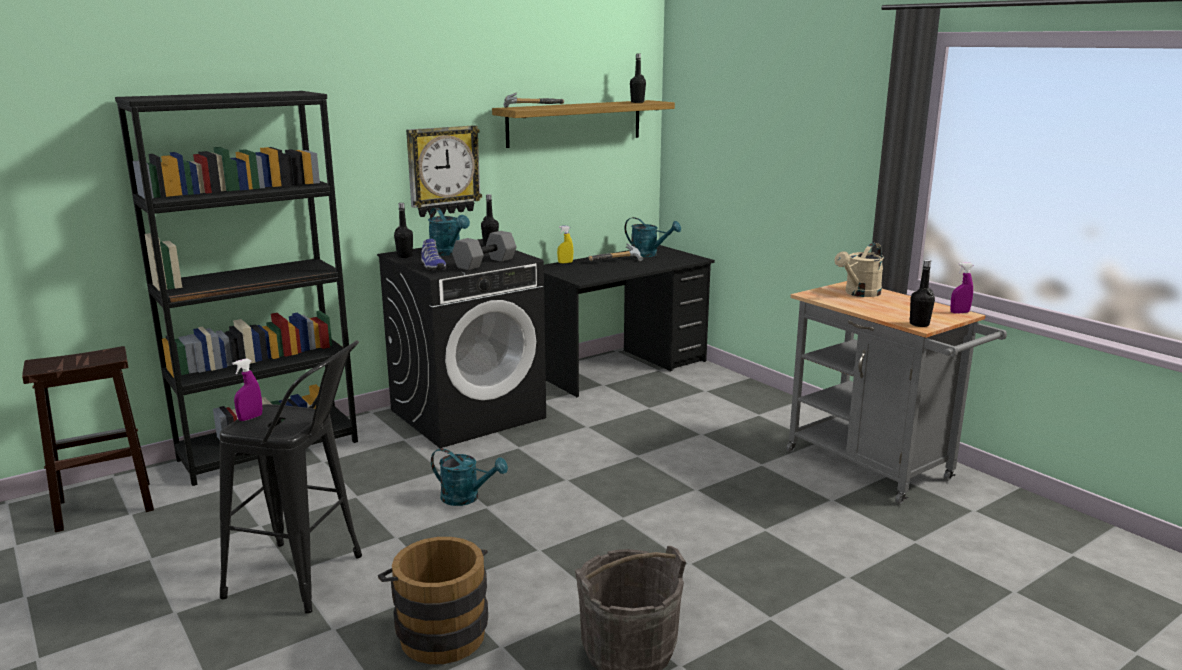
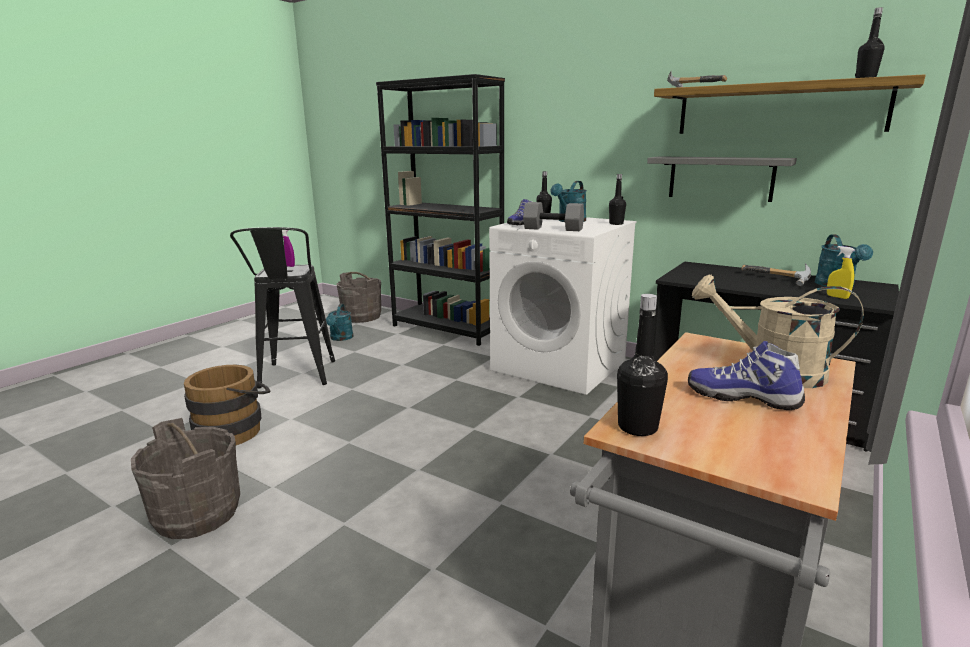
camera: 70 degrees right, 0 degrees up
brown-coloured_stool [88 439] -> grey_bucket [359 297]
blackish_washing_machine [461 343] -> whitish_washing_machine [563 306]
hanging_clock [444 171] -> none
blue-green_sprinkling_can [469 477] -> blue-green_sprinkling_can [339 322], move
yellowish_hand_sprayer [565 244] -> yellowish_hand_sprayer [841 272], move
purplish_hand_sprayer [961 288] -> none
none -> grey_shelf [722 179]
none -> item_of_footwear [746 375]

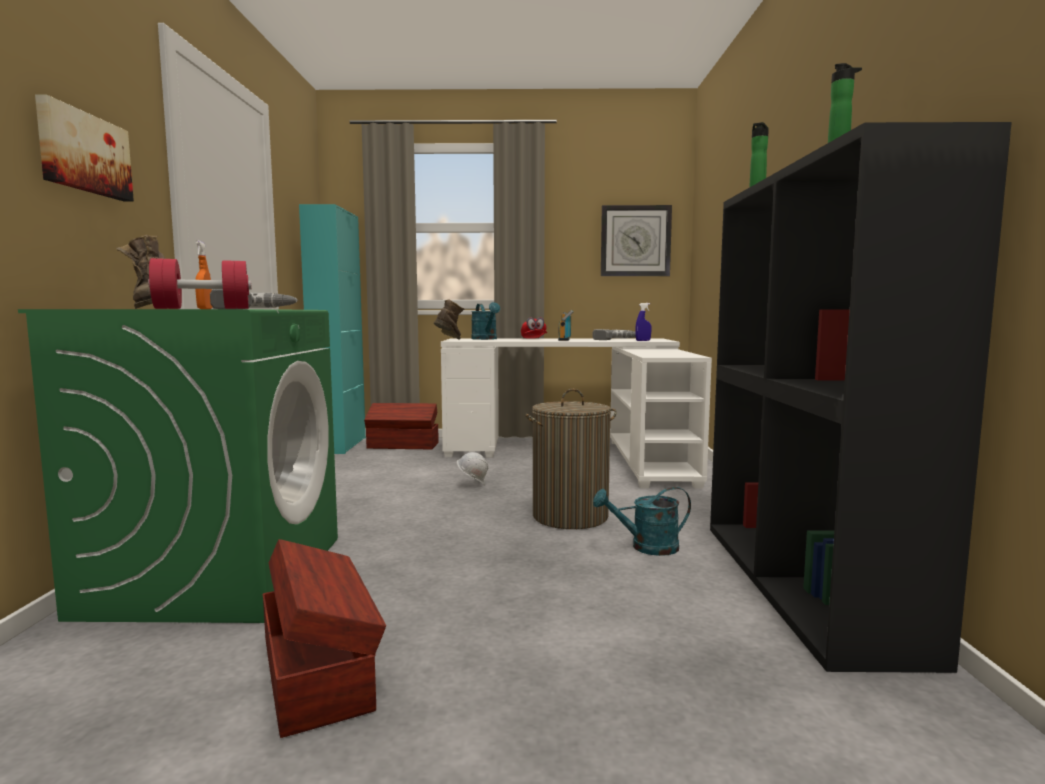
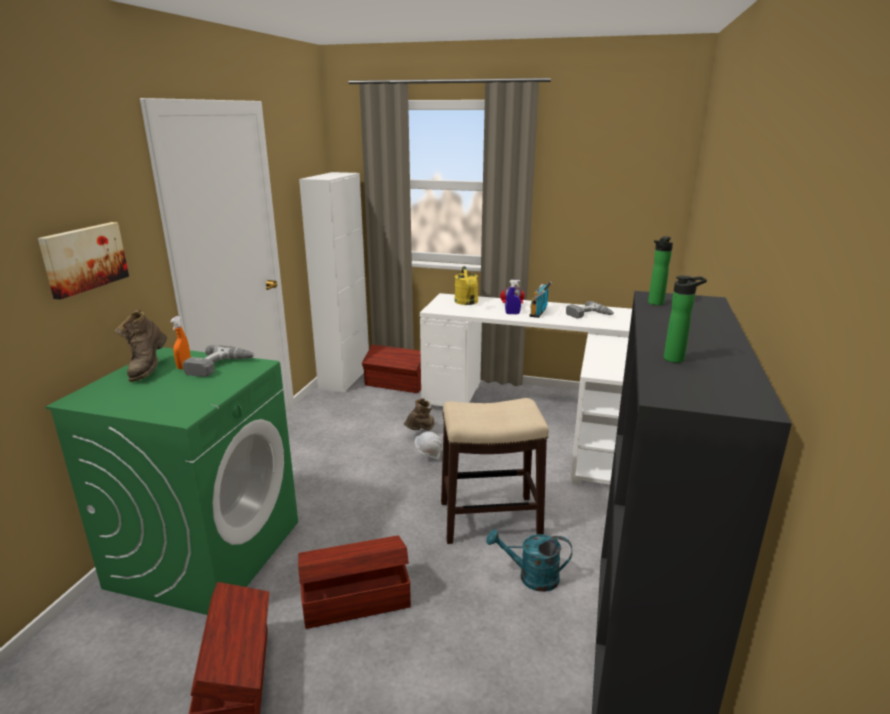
camera: 15 degrees right, 15 degrees up
red_free_weight [199 283] -> none
blue-green_cupboard [332 329] -> whitish_cupboard [334 282]
brown-coloured_tall_boot [449 319] -> brown-coloured_tall_boot [419 414], move
blue-green_sprinkling_can [485 321] -> yellowish_sprinkling_can [466 285]
hamper [570 458] -> stool [495 471]
hanging_clock [636 240] -> none
blue_hand_sprayer [643 322] -> blue_hand_sprayer [513 297], move
none -> brown-coloured_storage_bin [354 582]

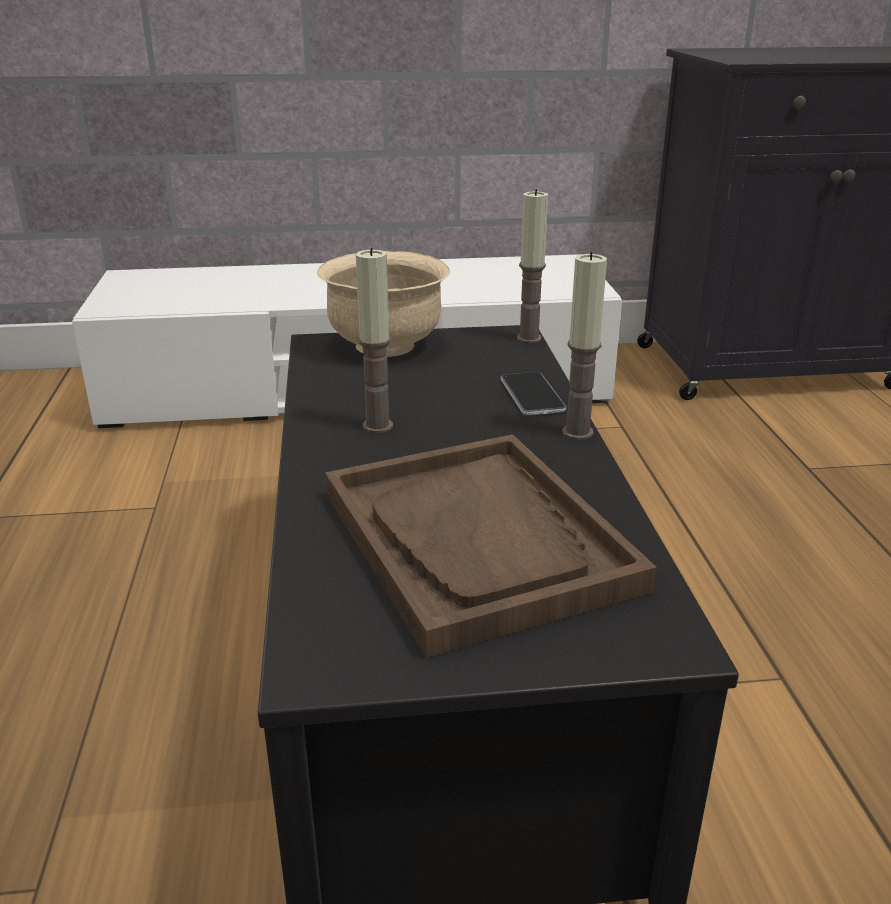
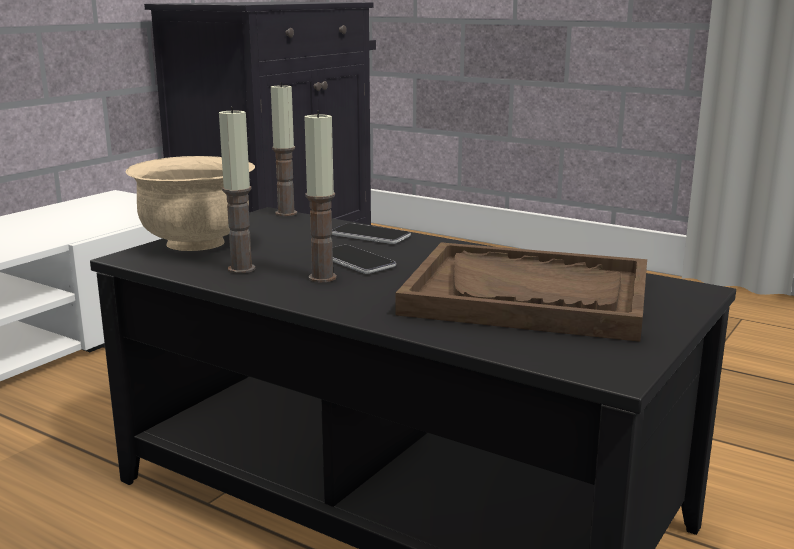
camera: 50 degrees left, 10 degrees down
wax_light [584 346] -> wax_light [237 190], move
none -> phone [364 259]

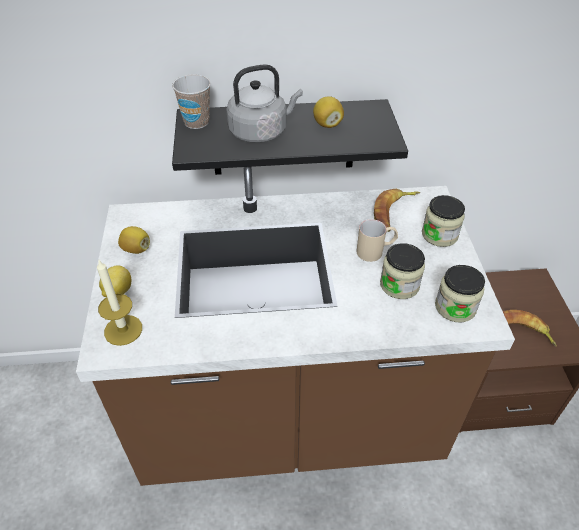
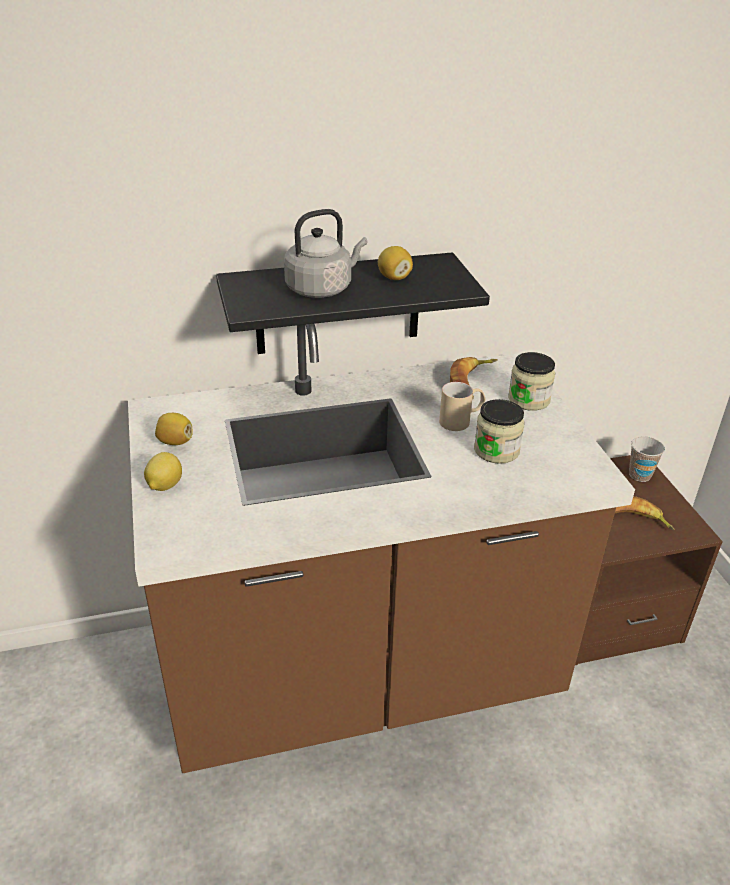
camera: 10 degrees left, 10 degrees down
wax_light [119 303] -> none
cup [191 101] -> cup [647 459], move
storage_jar [460 293] -> none

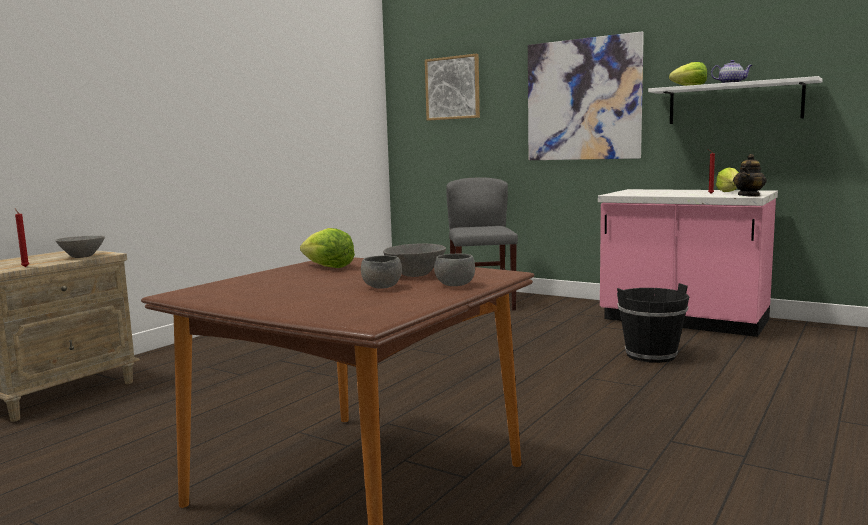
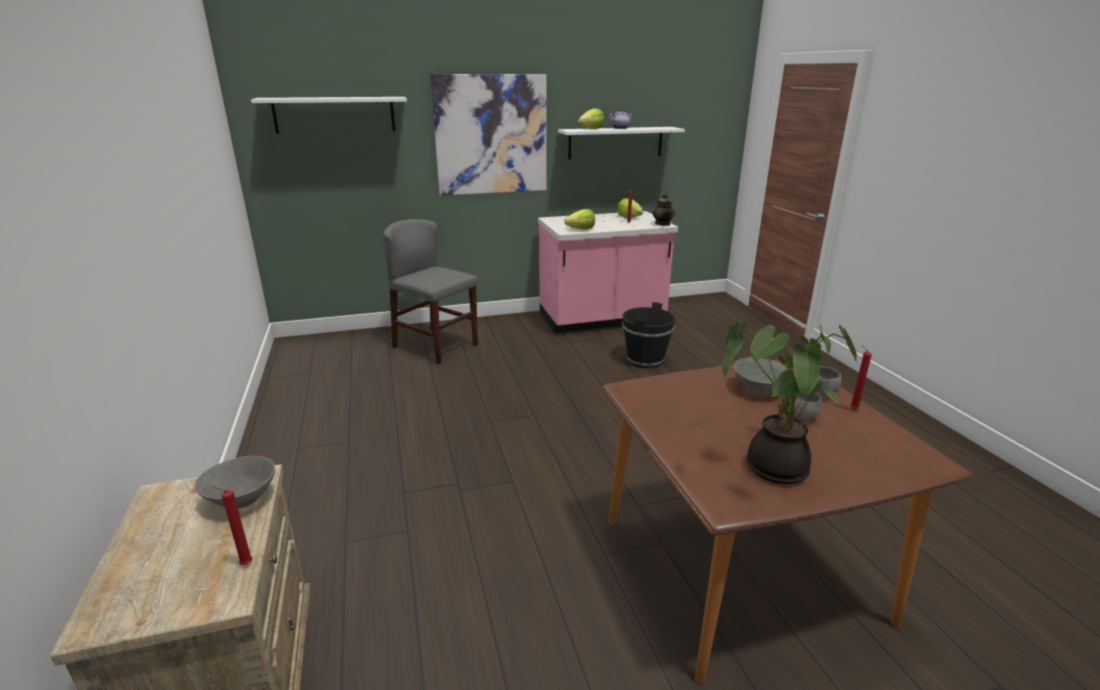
camera: 50 degrees left, 15 degrees up
head_of_lettuce [327 248] -> head_of_lettuce [579 219], move
picture [452 87] -> whitish_shelf [329 115]
none -> plant_in_a_pot [790 402]
none -> red_wax_light [861 377]

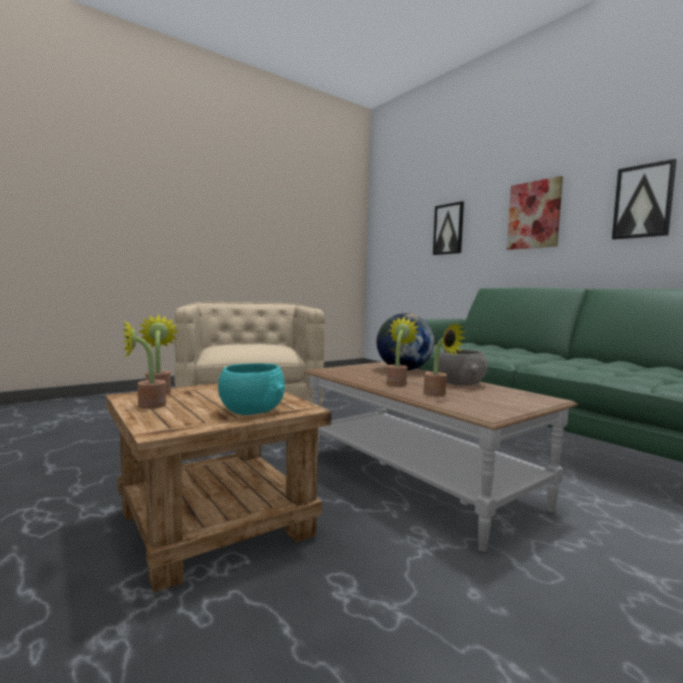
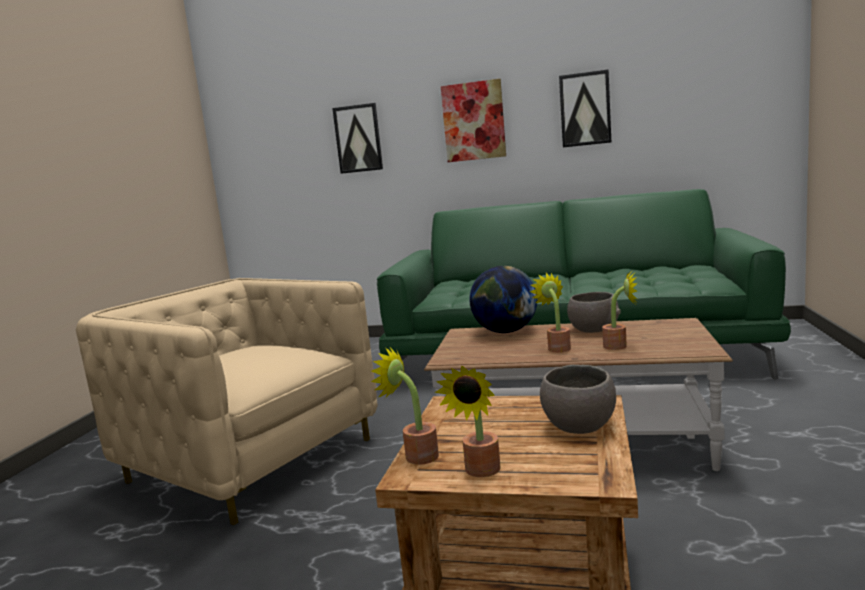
camera: 40 degrees left, 5 degrees up
blue-green_deep_dish [251 389] -> grey_deep_dish [578 399]

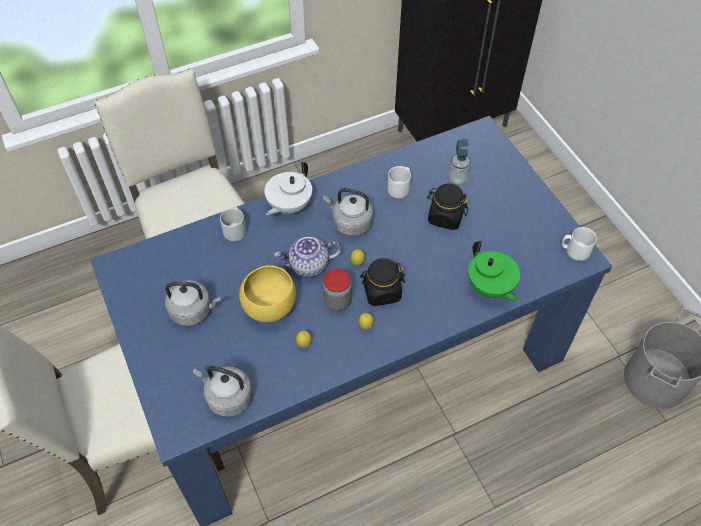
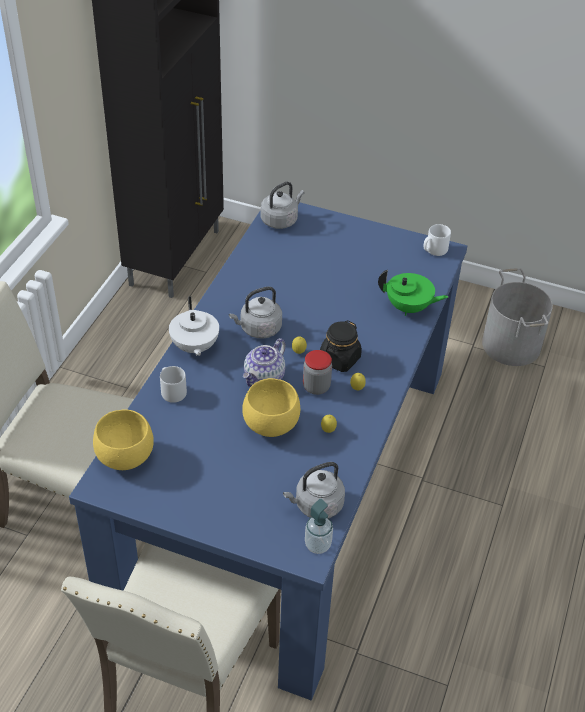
camera: 45 degrees left, 10 degrees down
grey_water_kettle [193 303] -> grey_water_kettle [282 205], move
whitish_tea_mug [399 182] -> none
blackish_storage_jar [448 207] -> none
soap_dispenser [459 161] -> soap_dispenser [319 526], move
none -> yellowish_deep_dish [123 440]

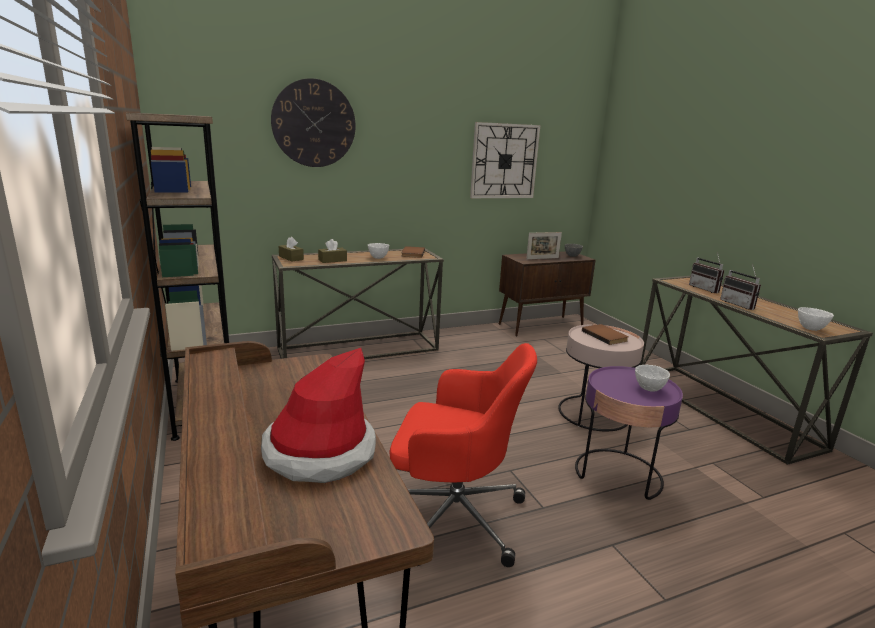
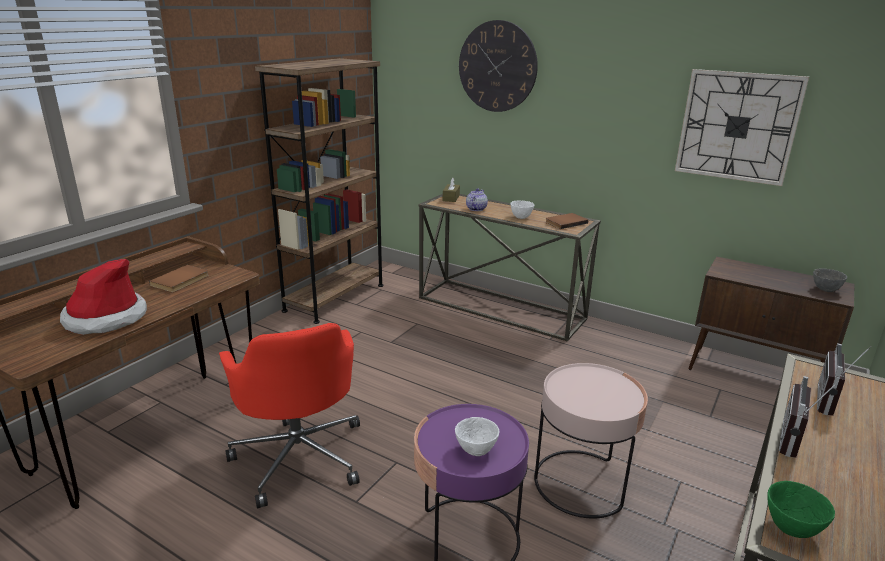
camera: 55 degrees right, 5 degrees up
brown-coloured_tissue_holder [332 251] -> pot_for_tea [477 199]
photo_frame [544 245] -> none
brown-coloured_bound_book [605 334] -> brown-coloured_bound_book [179 278], move
whitish_deep_dish [816 319] -> green_deep_dish [801 509]

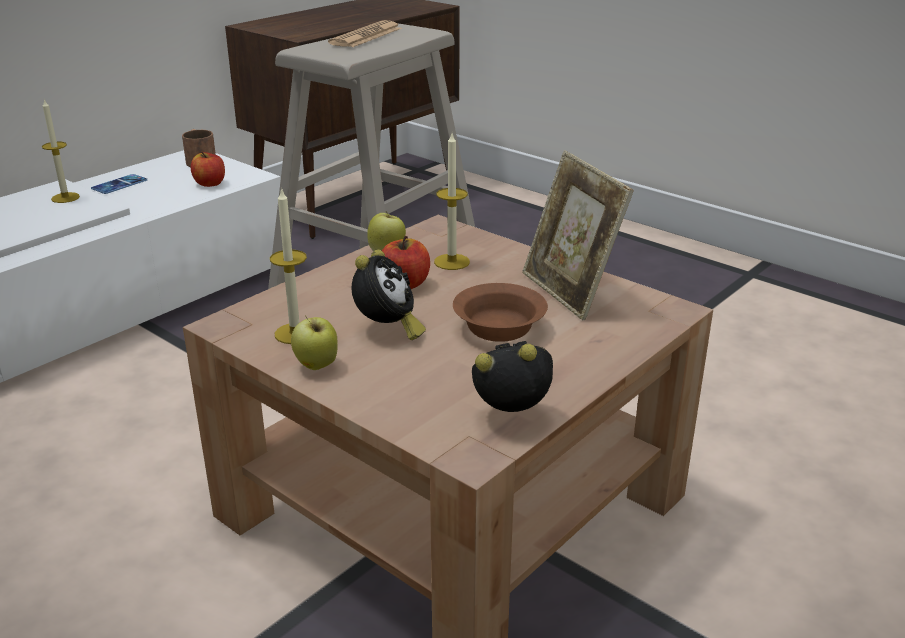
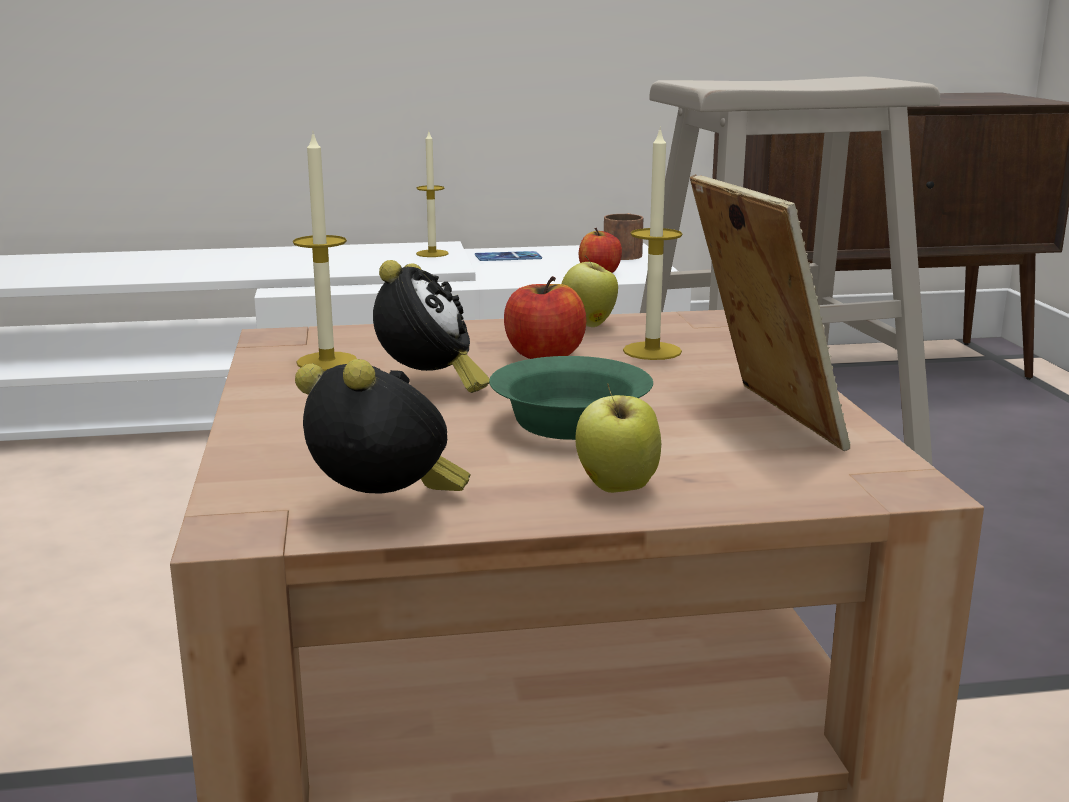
camera: 40 degrees right, 10 degrees down
apple_fruit [314 343] -> apple_fruit [618 438], move
newspaper [365 33] -> none
table_clock [388 295] -> table_clock [431 326], 45 degrees counterclockwise
brown-coloured_deep_dish [500 312] -> green_deep_dish [571 398]
photo_frame [578 235] -> photo_frame [770 312], 150 degrees clockwise

